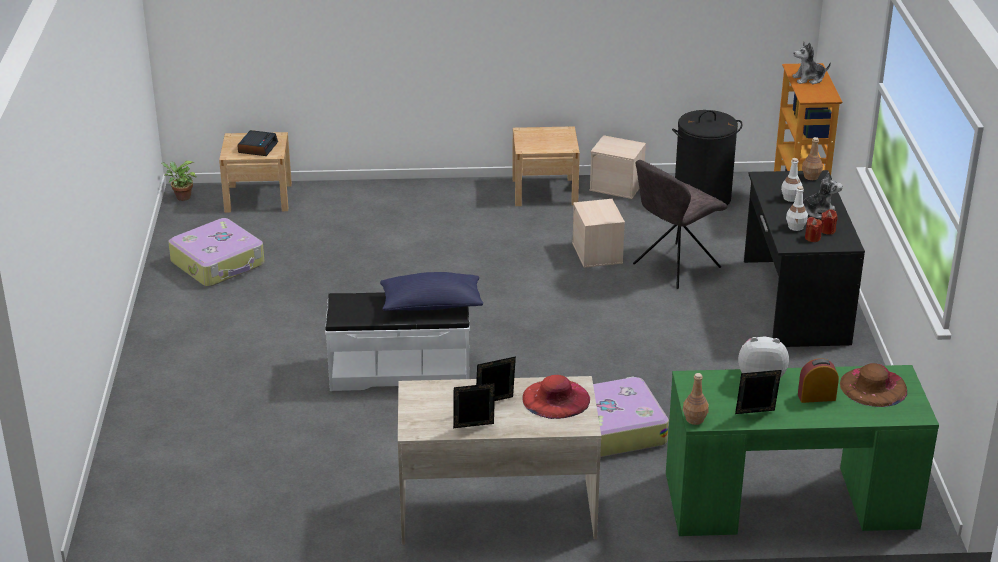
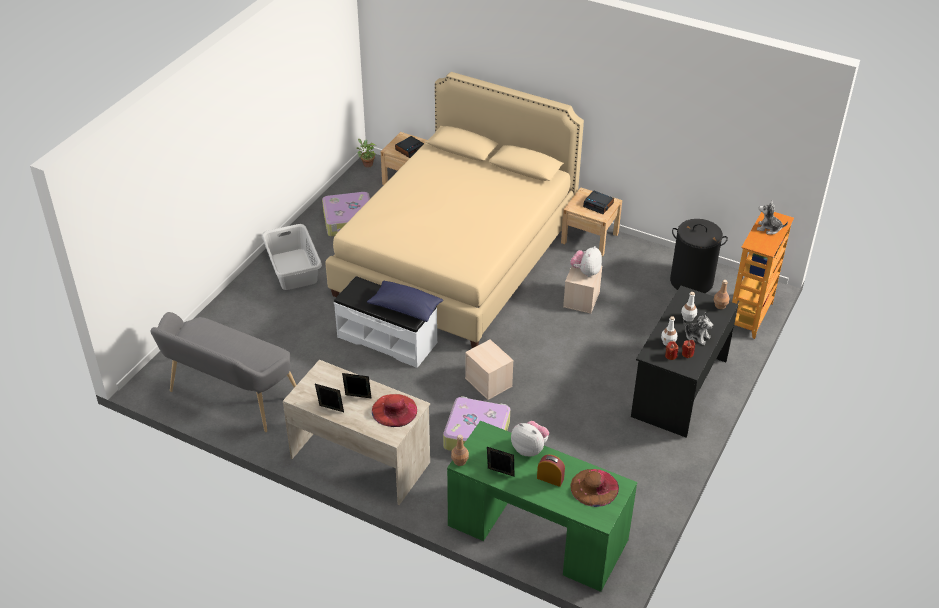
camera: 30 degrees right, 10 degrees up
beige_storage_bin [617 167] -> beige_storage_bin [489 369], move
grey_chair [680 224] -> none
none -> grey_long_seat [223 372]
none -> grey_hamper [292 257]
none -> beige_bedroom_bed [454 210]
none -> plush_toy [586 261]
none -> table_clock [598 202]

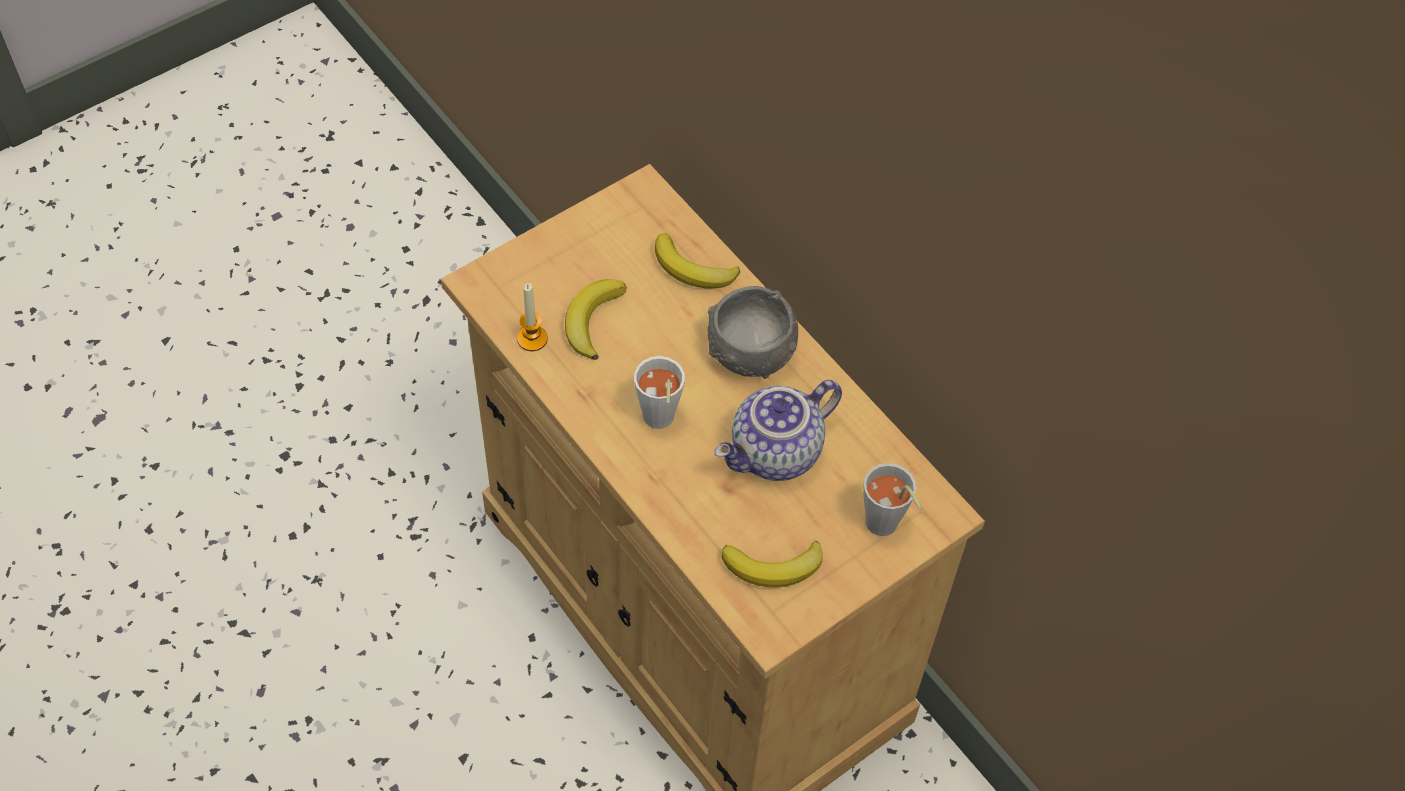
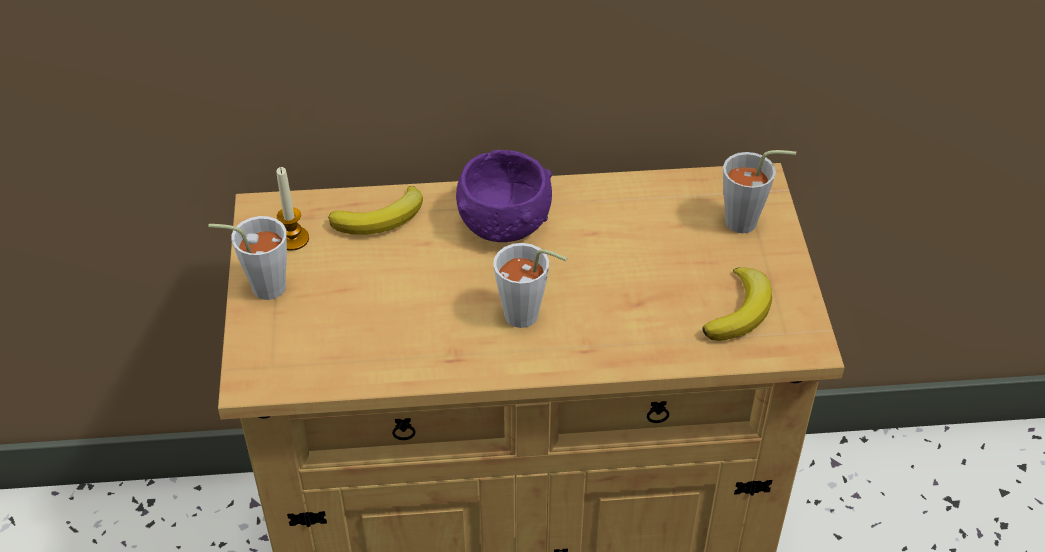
camera: 55 degrees left, 10 degrees down
wax_light [532 317] -> wax_light [292 209], move
banana [596 319] -> none
grey_deep_dish [753 332] -> purplish_deep_dish [504 196]
pot_for_tea [778 430] -> none
none -> whitish_cup [247 258]

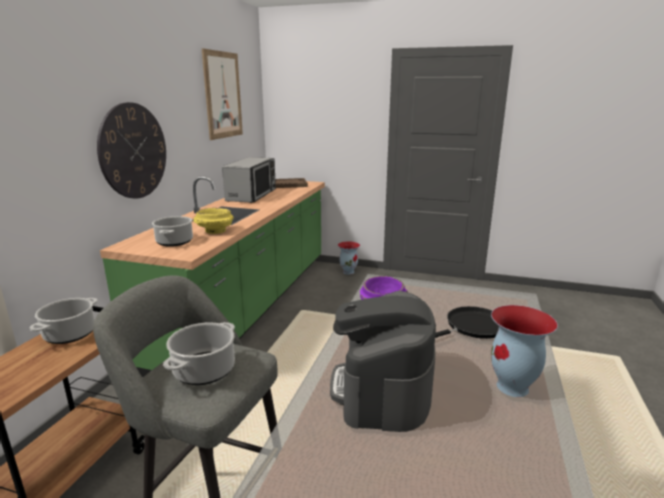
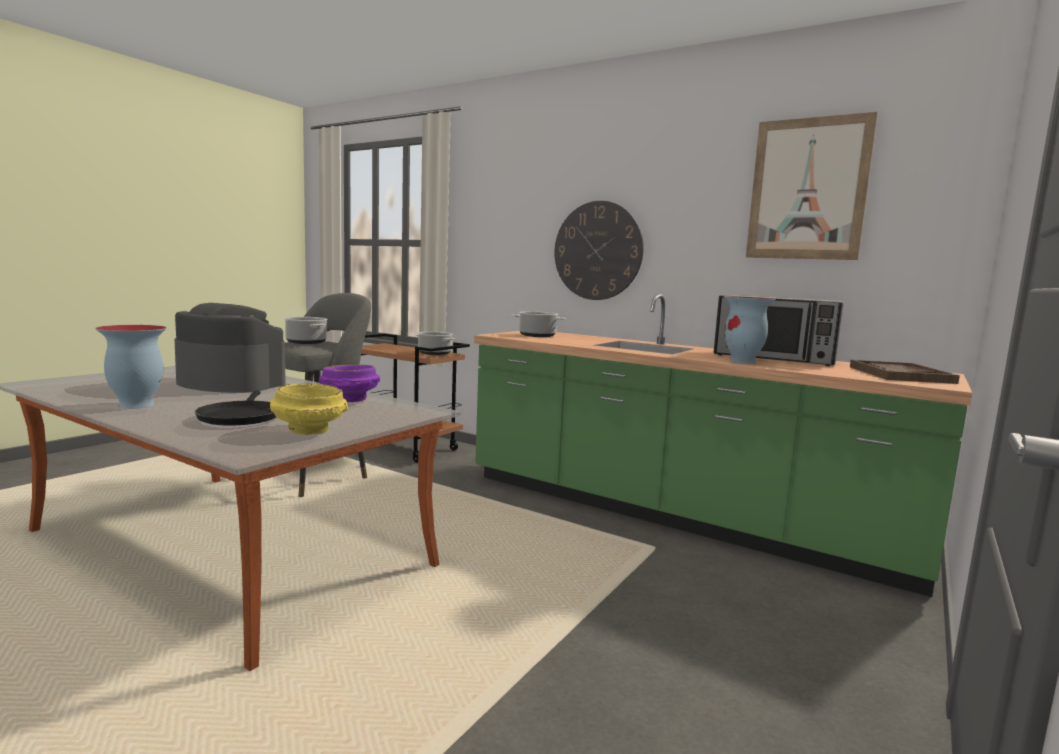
camera: 105 degrees right, 10 degrees down
yellowish_deep_dish [213 221] -> yellowish_deep_dish [309 409], move
flower_vase [349 258] -> flower_vase [750 330], move

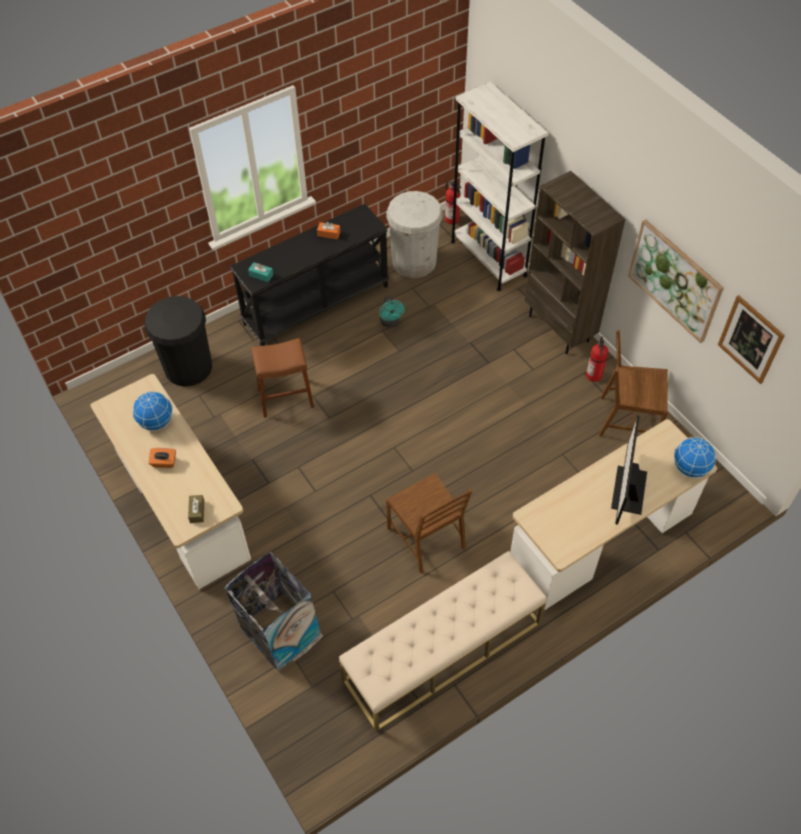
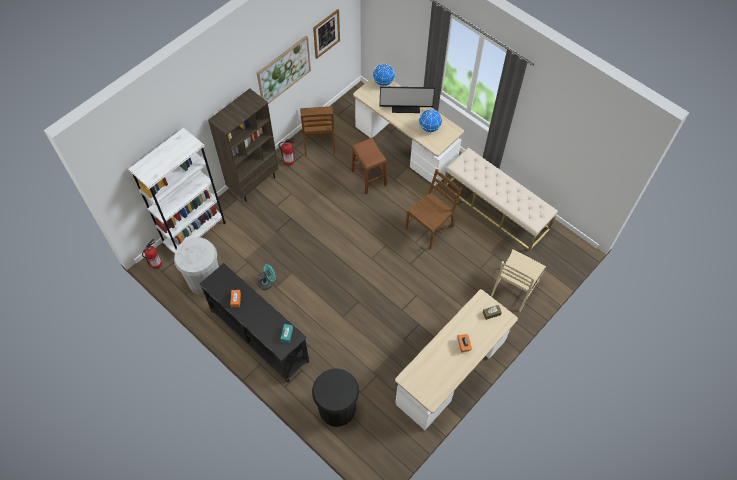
camera: 105 degrees left, 5 degrees up
desk_globe [153 411] -> desk_globe [430 121], move
rubbish_bin [273 611] -> beige_chair [518 280]
brown-coloured_stool [283 377] -> brown-coloured_stool [369 166], move

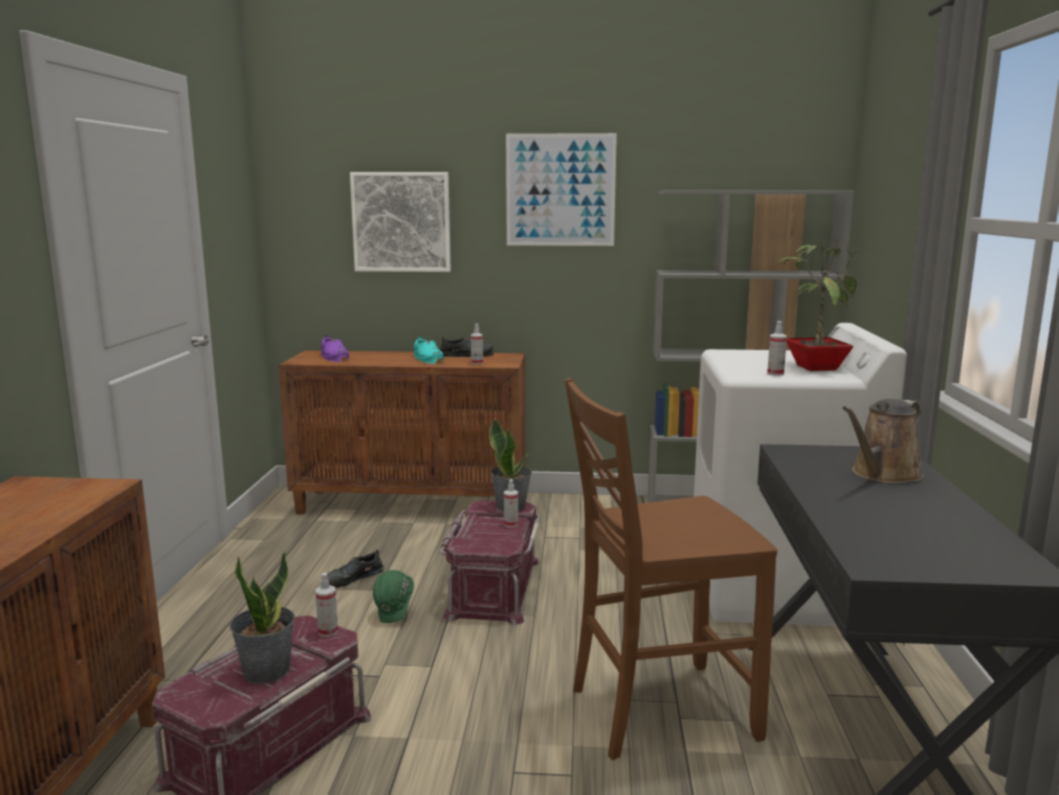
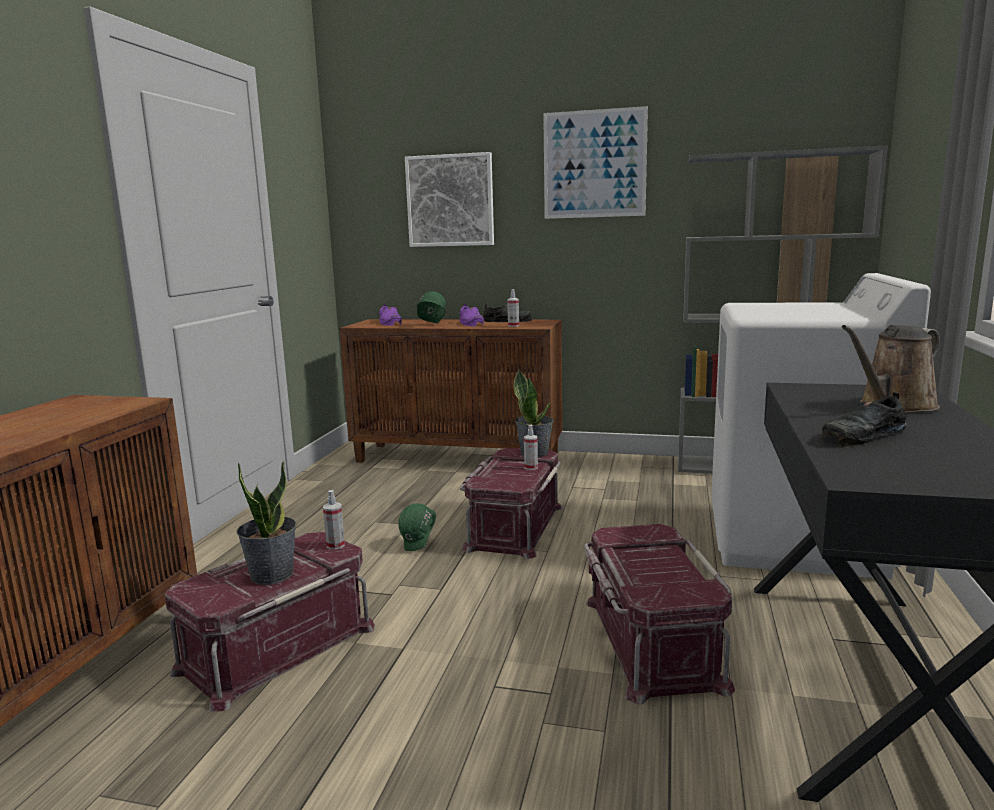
camera: 10 degrees right, 0 degrees up
blackish_item_of_footwear [355 568] -> blackish_item_of_footwear [862 419], move
blue-green_item_of_footwear [429 350] -> purplish_item_of_footwear [471 315]
brown-coloured_chair [671 569] -> red_storage_bin [659 614]
hand_sprayer [777 348] -> none
plant_in_a_pot [820 304] -> none
none -> green_safety_helmet [431 307]

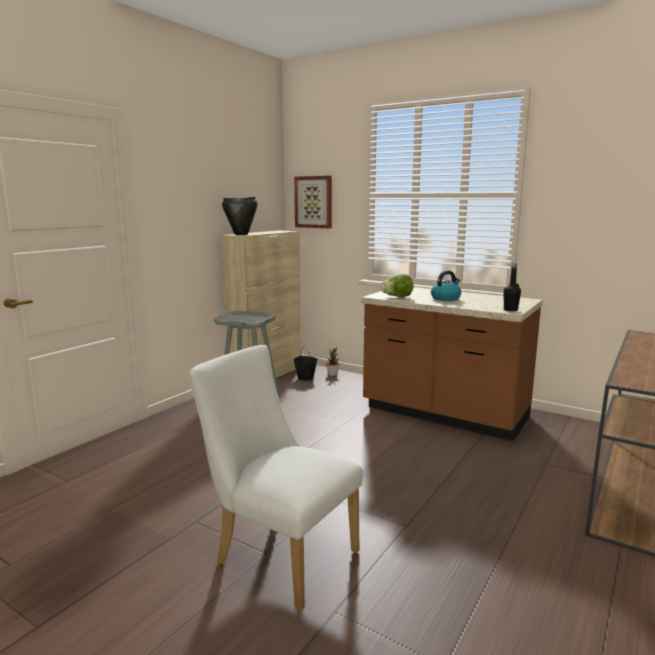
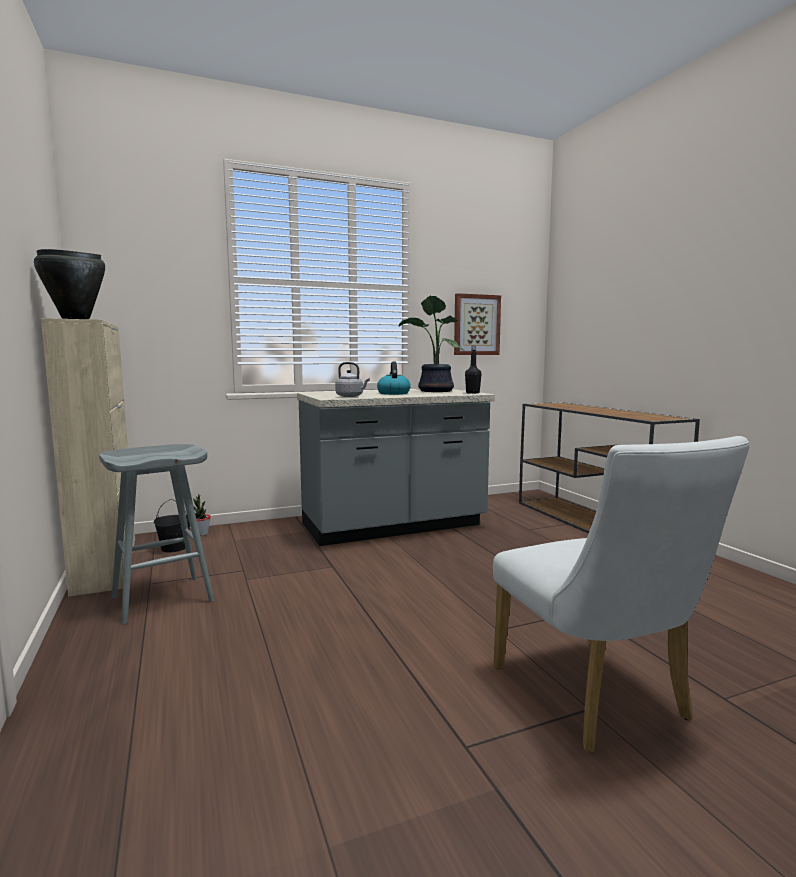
camera: 55 degrees left, 5 degrees down
whitish_chair [276 478] -> whitish_chair [621 594], 90 degrees counterclockwise
picture [313 202] -> picture [477 324], move
brown-coloured_kitchen_base_unit [452 364] -> grey_kitchen_base_unit [396 467]
head_of_lettuce [397 285] -> grey_water_kettle [352 379]
none -> plant_in_a_pot [431 343]

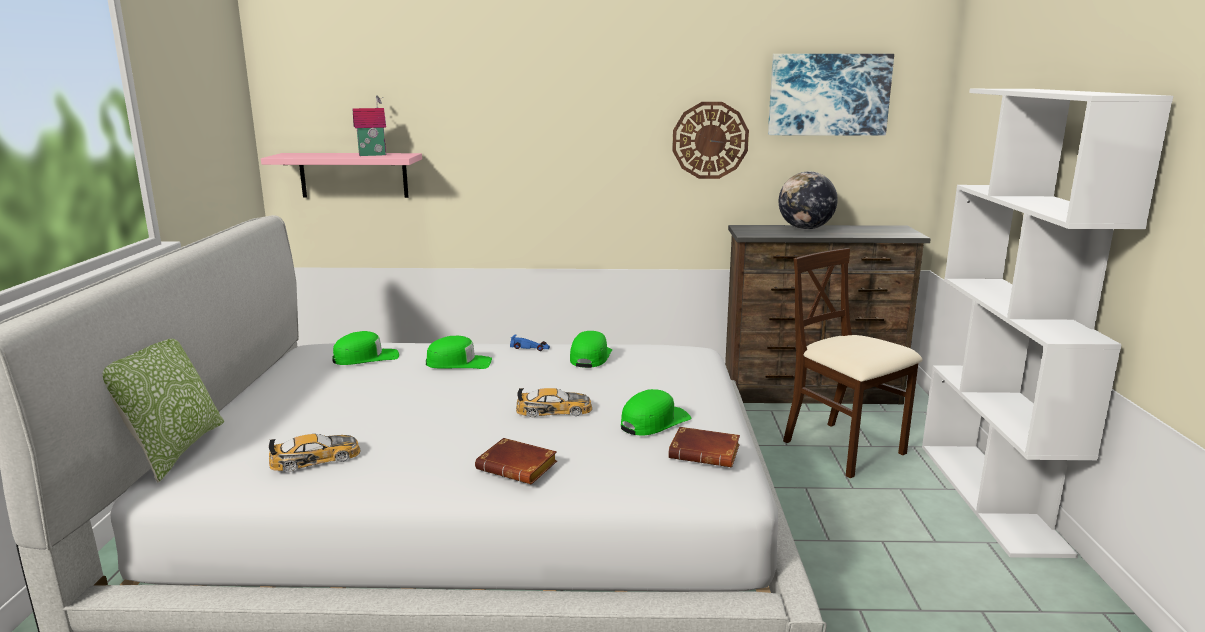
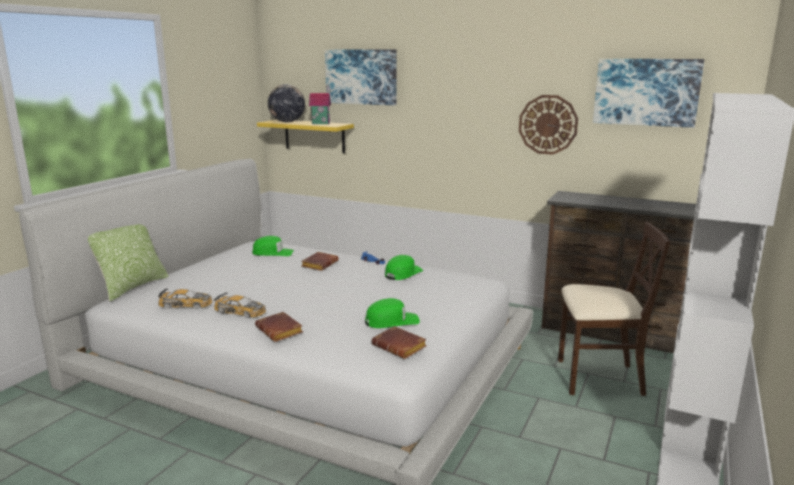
camera: 25 degrees right, 0 degrees up
pink-coloured_shelf [341 175] -> yellowish_shelf [305 136]
green_peaked_cap [459 352] -> brown-coloured_bound_book [320 261]
miniature_car [554 402] -> miniature_car [240 305], move
desk_globe [808 200] -> desk_globe [286 103], move
beige_chair [853 363] -> beige_chair [614 309], 105 degrees clockwise
none -> picture [361 77]

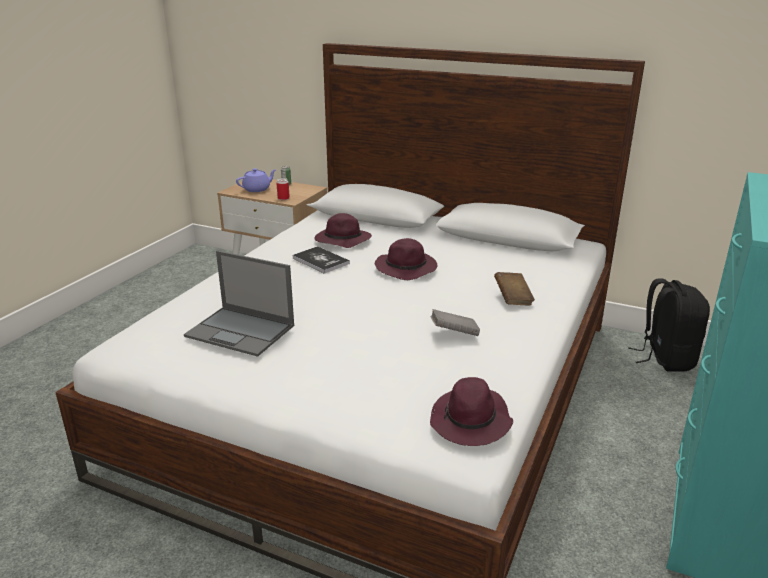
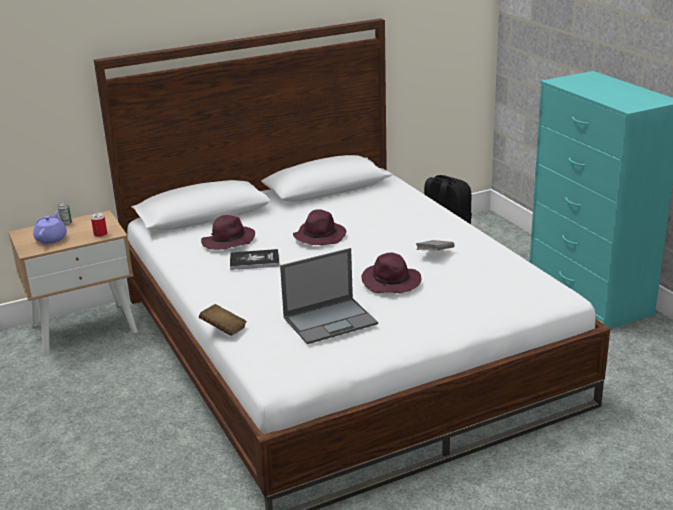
camera: 50 degrees left, 0 degrees up
purplish_wearable_hat [471 411] -> purplish_wearable_hat [391 272], move
brown-coloured_bound_book [514 288] -> brown-coloured_bound_book [223 320], move

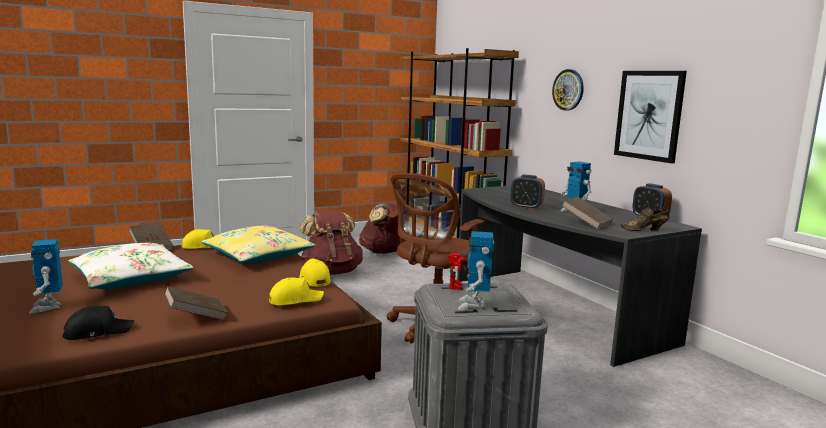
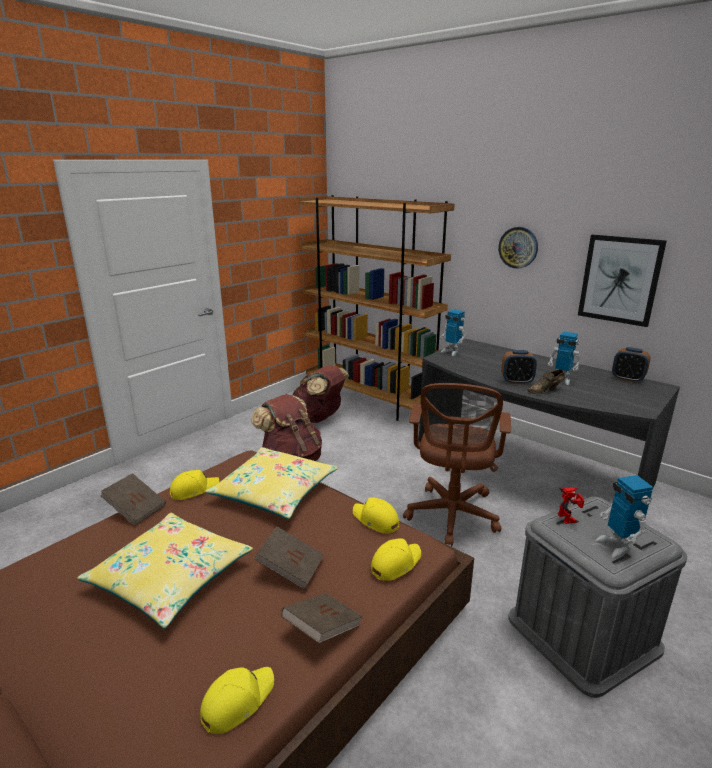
camera: 20 degrees left, 10 degrees up
model_robot [45 276] -> model_robot [453 332], move
blackish_peaked_cap [99 323] -> yellowish_peaked_cap [237 700]
whitish_pillow [130 266] -> yellowish_pillow [165 571]
brown-coloured_bound_book [587 212] -> brown-coloured_bound_book [289 558], move
brown-coloured_item_of_footwear [645 219] -> brown-coloured_item_of_footwear [545 381], move

